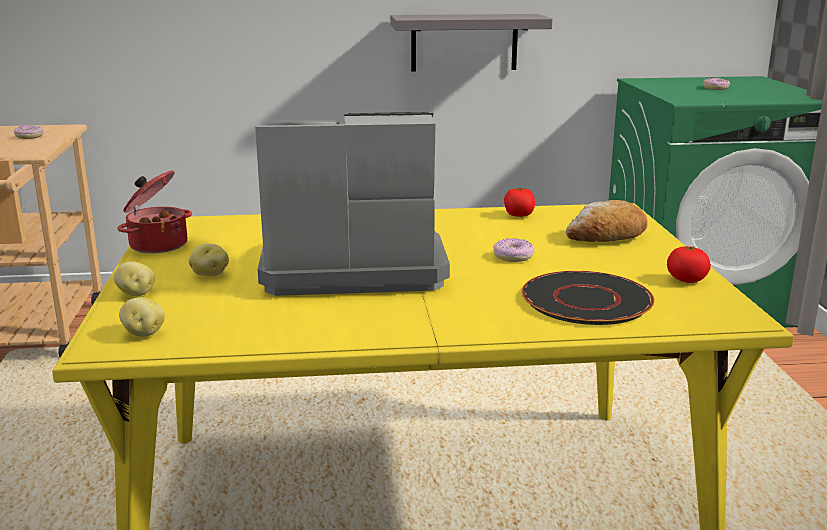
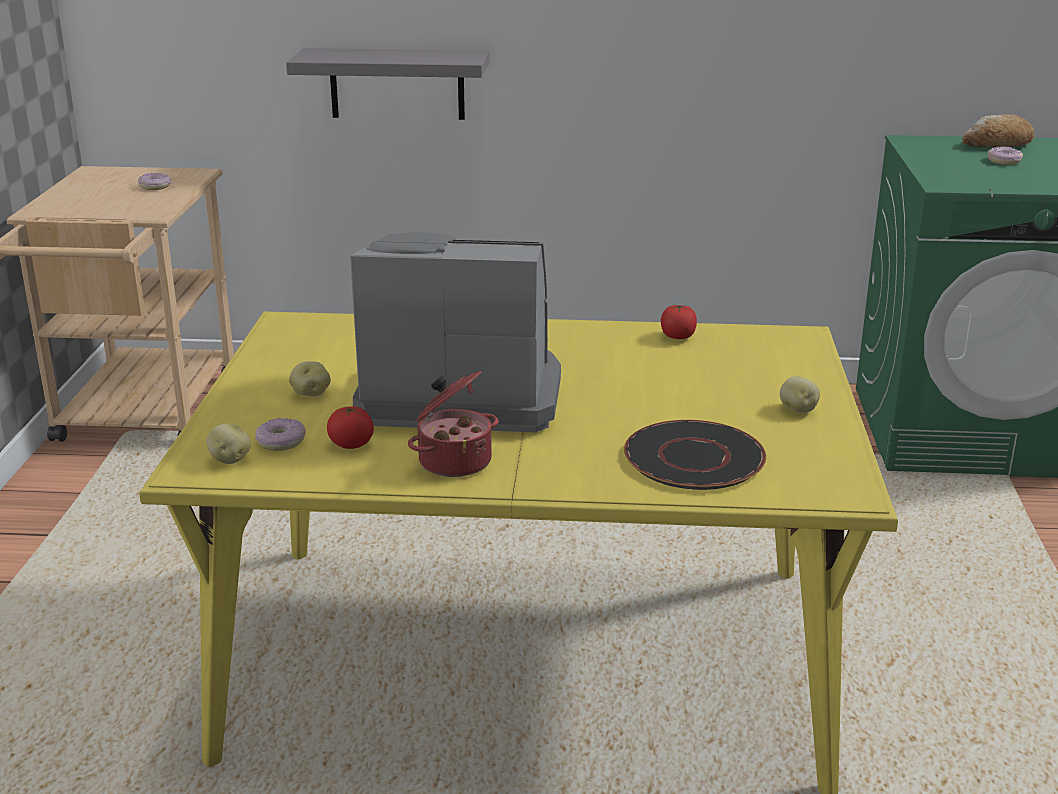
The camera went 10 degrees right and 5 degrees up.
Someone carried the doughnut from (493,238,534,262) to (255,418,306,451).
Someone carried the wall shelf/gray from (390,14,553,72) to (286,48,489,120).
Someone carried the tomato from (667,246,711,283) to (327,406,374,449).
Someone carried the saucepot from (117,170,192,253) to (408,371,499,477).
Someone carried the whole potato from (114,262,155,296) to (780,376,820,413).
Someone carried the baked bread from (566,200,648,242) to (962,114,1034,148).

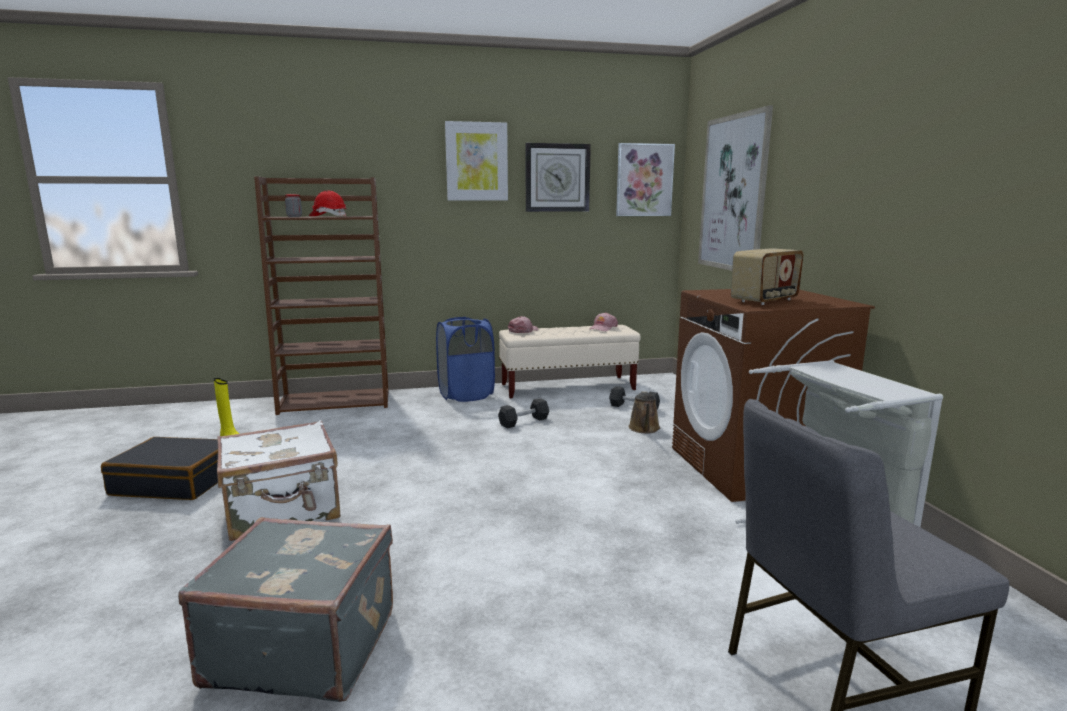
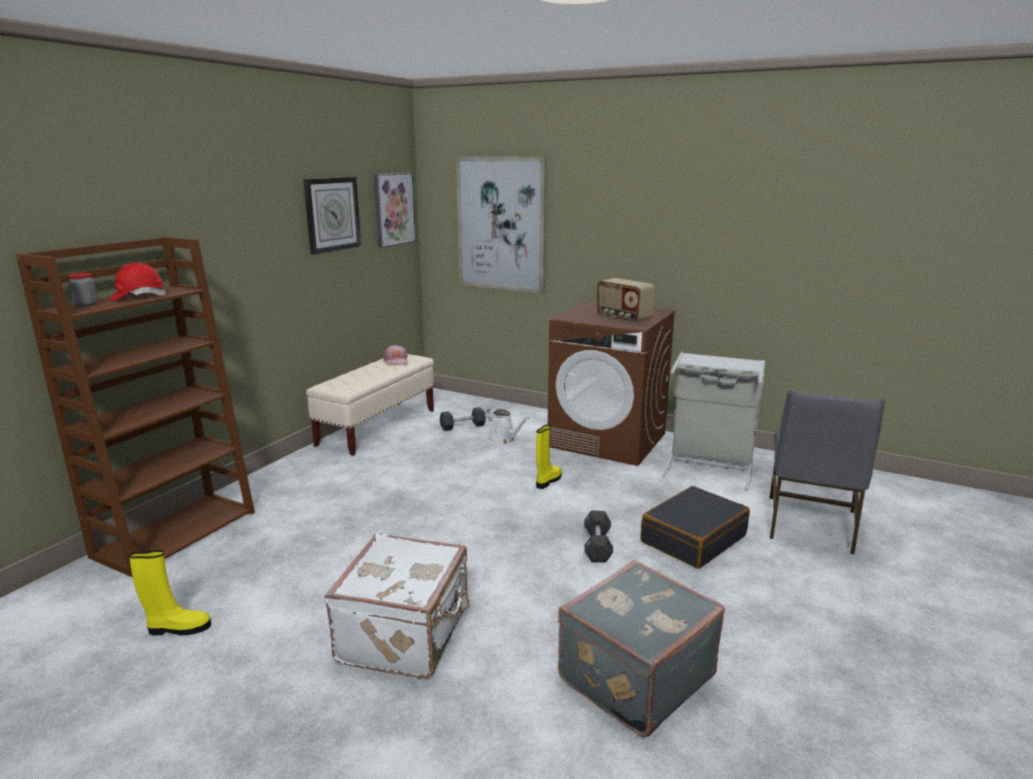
The camera went 50 degrees left and 5 degrees up.
Someone repainted the watering can/brown at (629,391,660,434), which became the watering can/white-coloured at (486,408,529,445).
Someone put down the high-top boot/yellowish at (536,425,561,489).
Someone carried the dumbbell/black-coloured from (498,398,550,428) to (584,510,613,563).
Someone rotated the radio set at (731,248,804,305) by 135 degrees clockwise.
Someone carried the travel case/black-coloured from (101,437,218,500) to (641,486,750,569).
Someone took away the washing basket/blue at (436,317,495,402).
Someone took away the picture at (445,121,508,201).
Someone took away the cap/pink-coloured at (508,316,538,333).

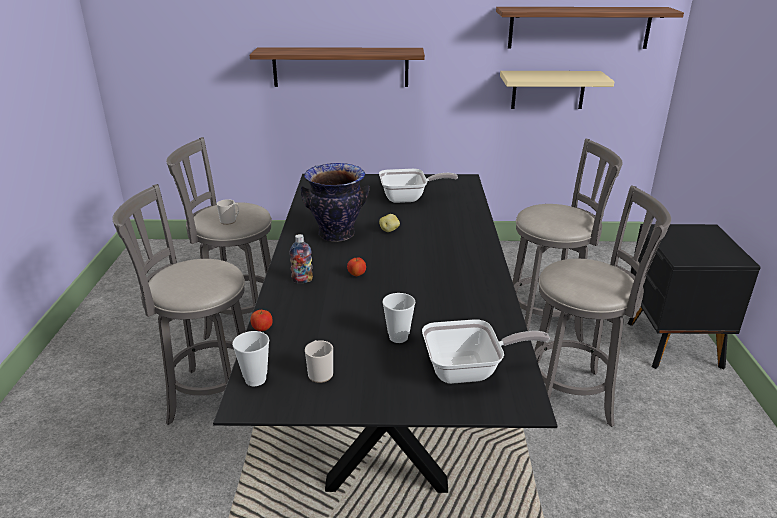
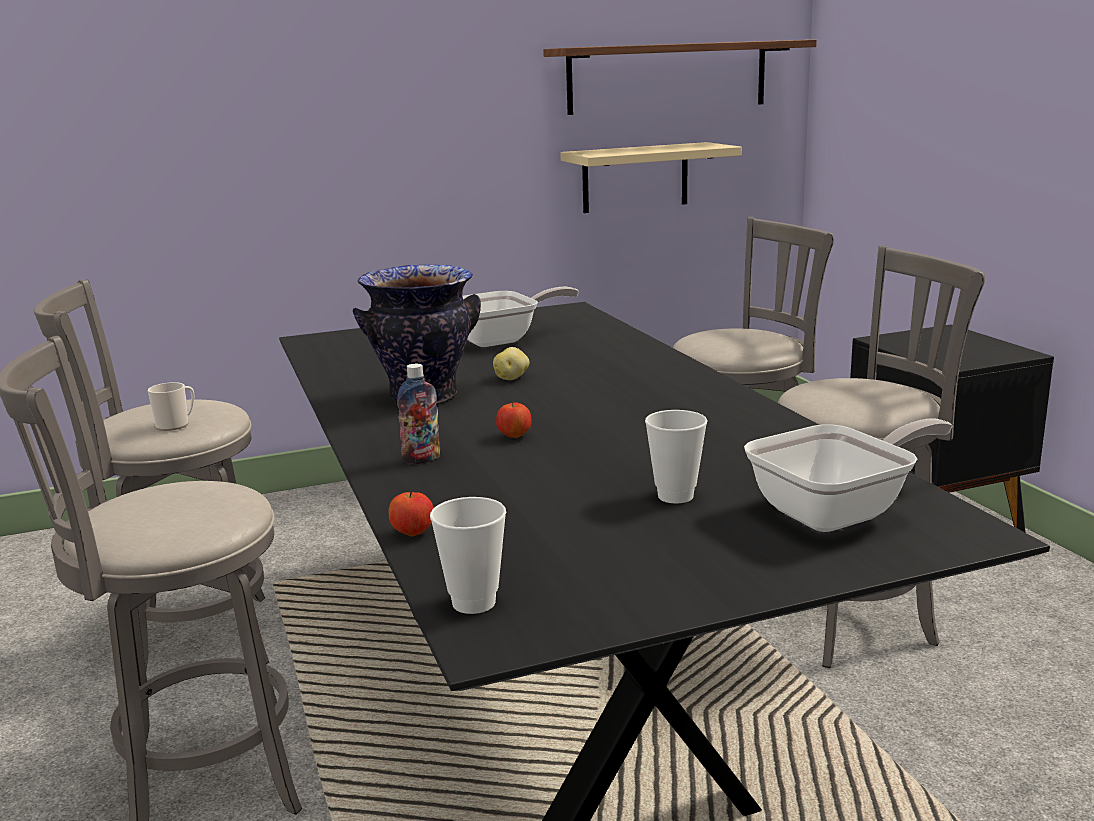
The camera went 20 degrees left and 10 degrees down.
Someone took away the wall shelf at (249,47,425,87).
Someone took away the tea mug at (305,340,333,383).

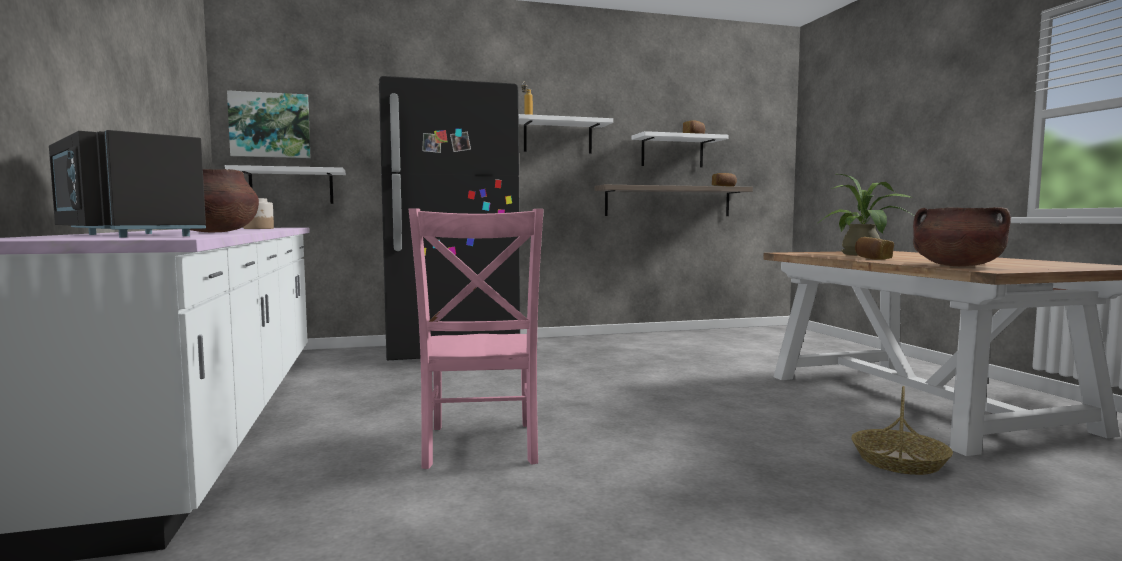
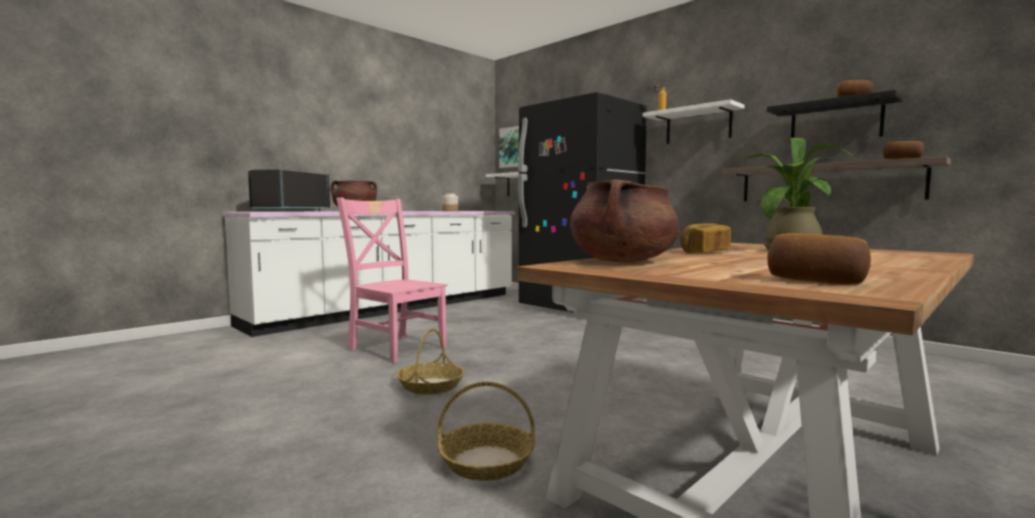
The camera went 60 degrees right and 0 degrees up.
Someone rotated the plain chair/pink-coloured at (409,208,544,469) by 75 degrees clockwise.
Someone put down the storage basket at (396,328,465,394).
Someone repainted the wall shelf/white-coloured at (631,131,728,167), which became the wall shelf/black-coloured at (767,90,903,138).
Someone put down the baked bread at (767,233,871,285).

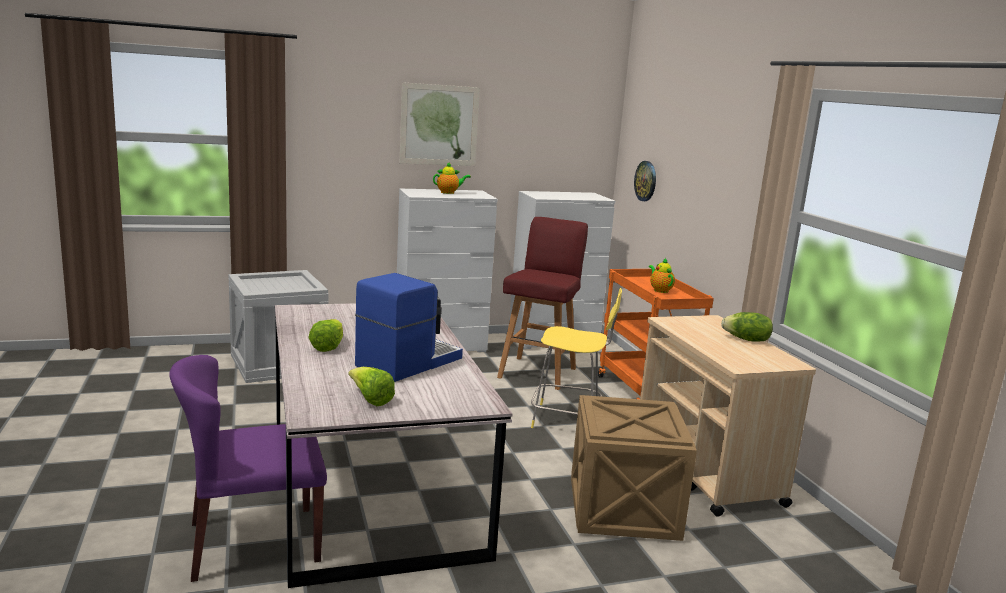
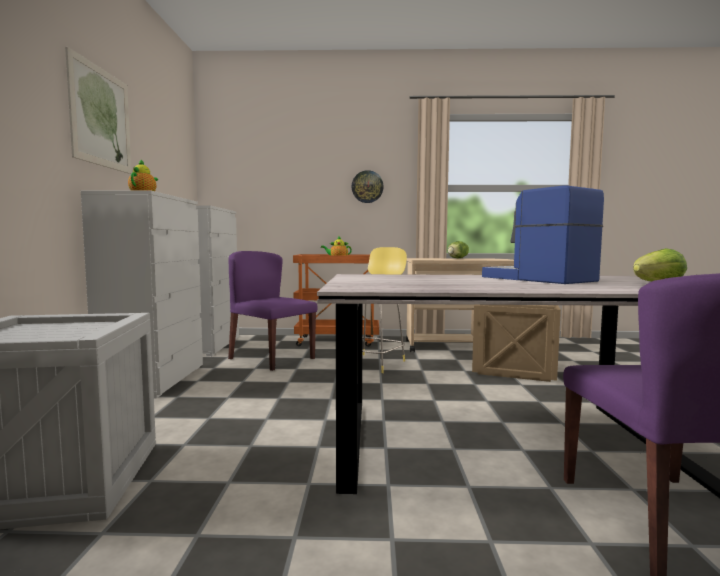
The camera went 70 degrees left and 10 degrees down.
Someone swapped the stool seat/red at (497,217,588,390) for the plain chair/purplish at (228,251,318,371).
Someone carried the hanging clock from (634,161,656,201) to (352,170,384,203).
Someone took away the lettuce at (308,319,343,352).

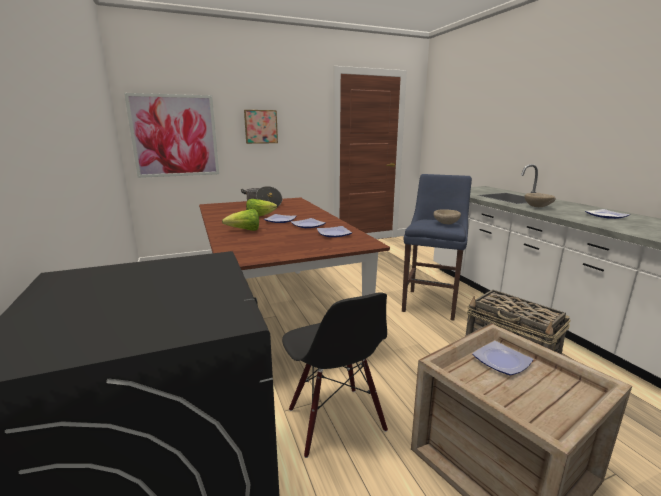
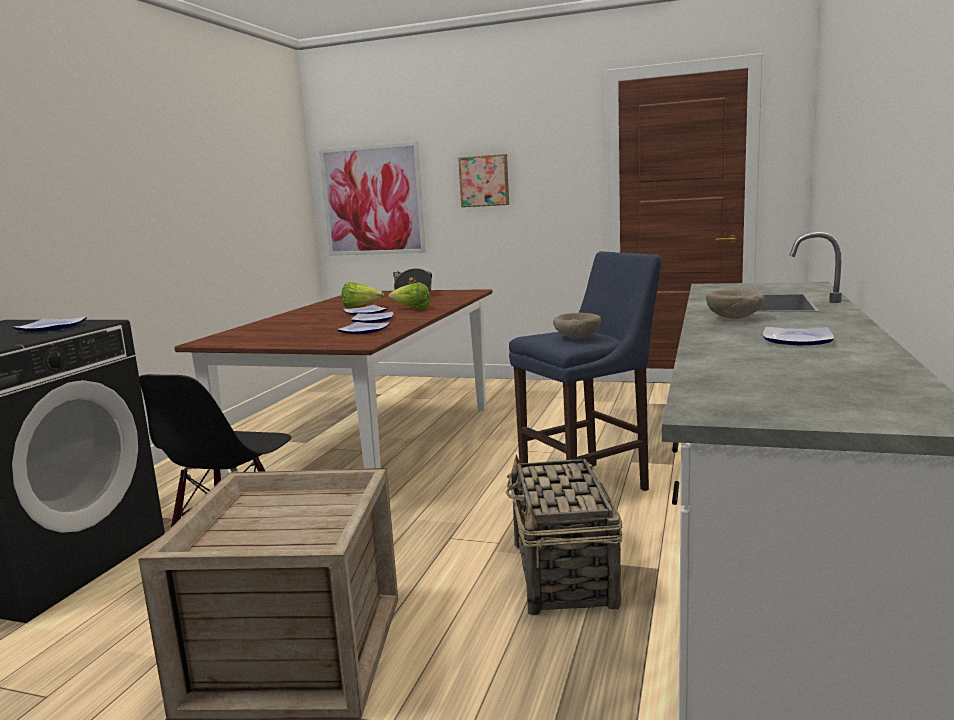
The camera went 40 degrees right and 5 degrees down.
Someone carried the dinner plate from (472,341,534,376) to (13,317,87,332).
Someone carried the lettuce from (222,209,259,231) to (388,282,430,310).

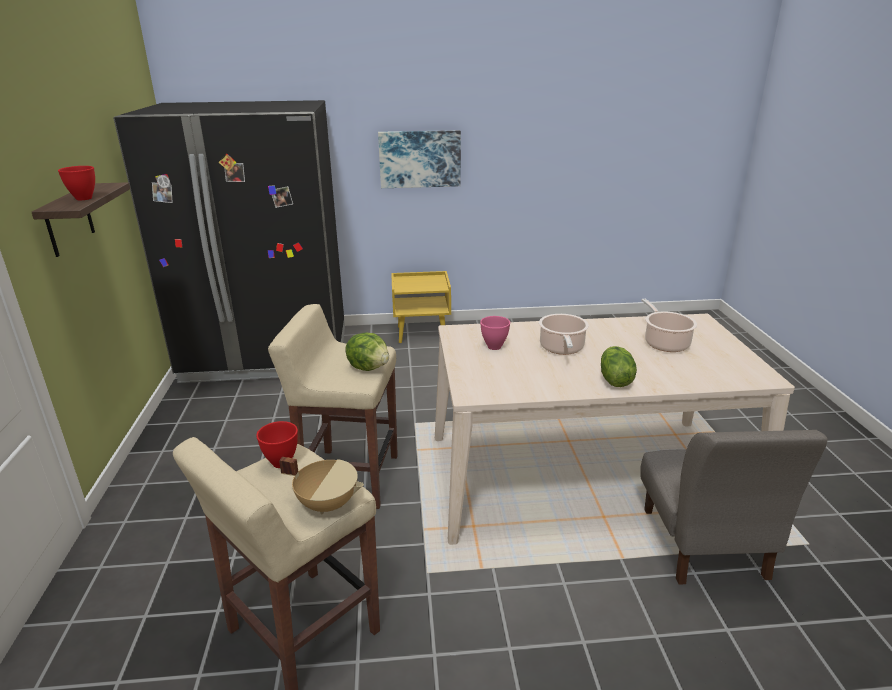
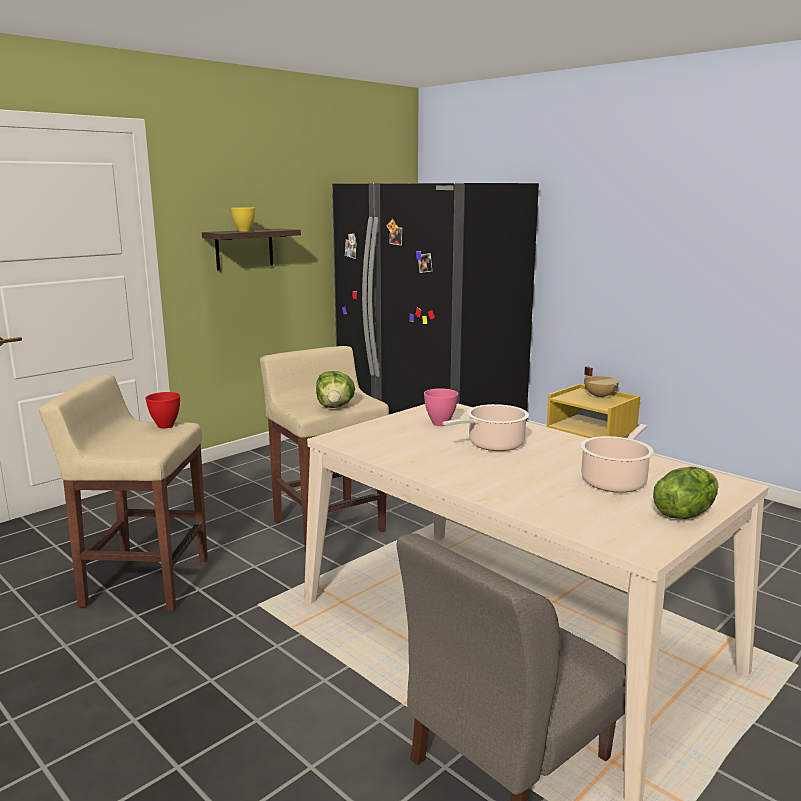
The camera went 50 degrees right and 10 degrees down.
Someone repainted the bowl/red at (58,166,95,200), which became the bowl/yellowish at (231,207,256,232).
Someone carried the saucepot/sand-coloured from (279,457,364,515) to (584,366,619,399).
Someone carried the lettuce from (601,346,637,387) to (653,467,718,519).
Someone took away the picture at (378,130,461,188).

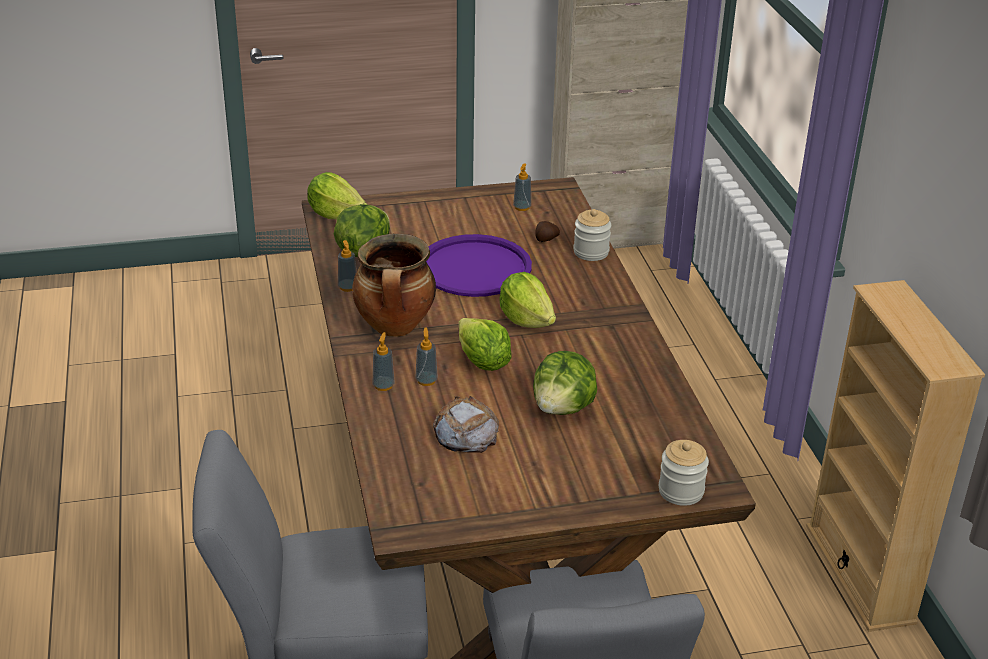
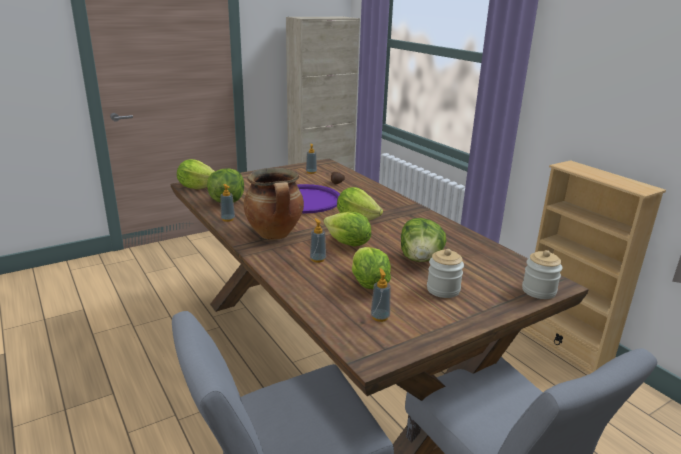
The camera went 20 degrees left and 10 degrees down.
Someone swapped the baked bread at (433,396,499,453) for the lettuce at (352,247,391,289).
Someone carried the liquid soap bottle from (373,332,394,391) to (371,268,391,322).
Someone carried the storage jar from (573,209,611,261) to (427,249,464,298).

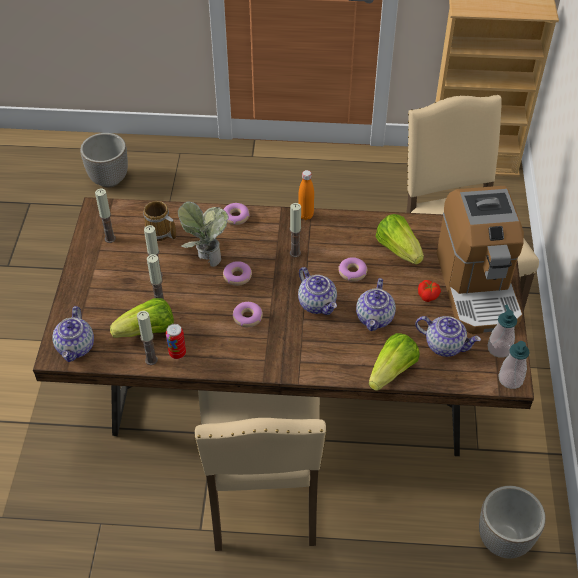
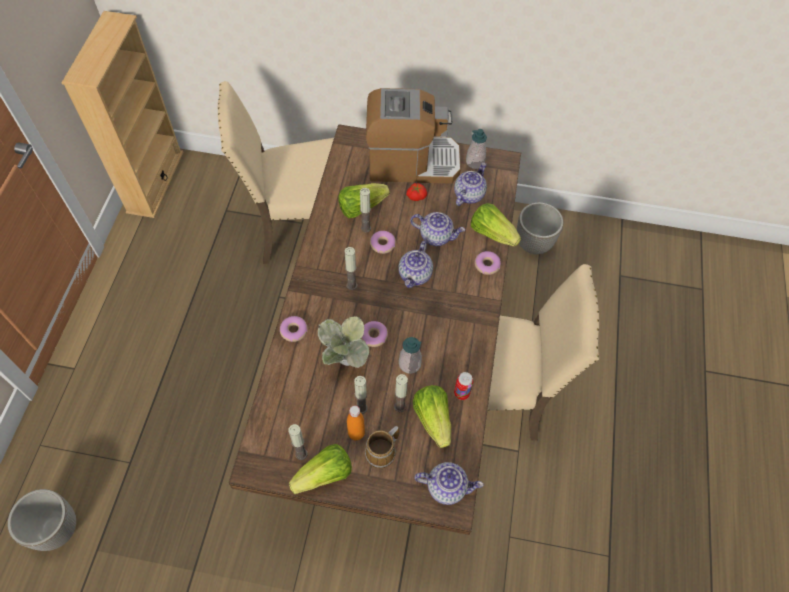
The camera went 85 degrees left and 10 degrees up.
Someone put down the lettuce at (289,444,352,494).
Someone carried the bottle/orange-coloured from (298,170,314,220) to (347,405,365,441).
Someone carried the wax light from (137,311,158,365) to (360,188,371,233).
Someone carried the tea mug from (143,201,176,241) to (365,426,399,469).
Someone rotated the teapot at (298,267,337,315) by 135 degrees clockwise.
Someone carried the liquid soap bottle from (498,341,529,389) to (399,337,422,374).
Someone carried the doughnut from (233,302,263,327) to (475,251,501,275).

